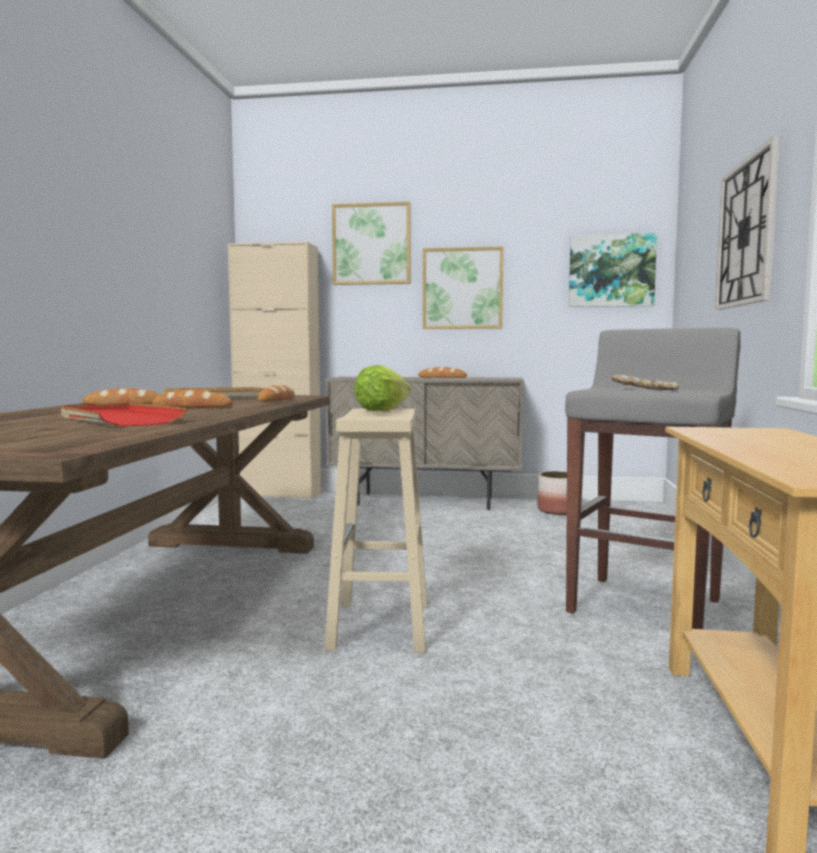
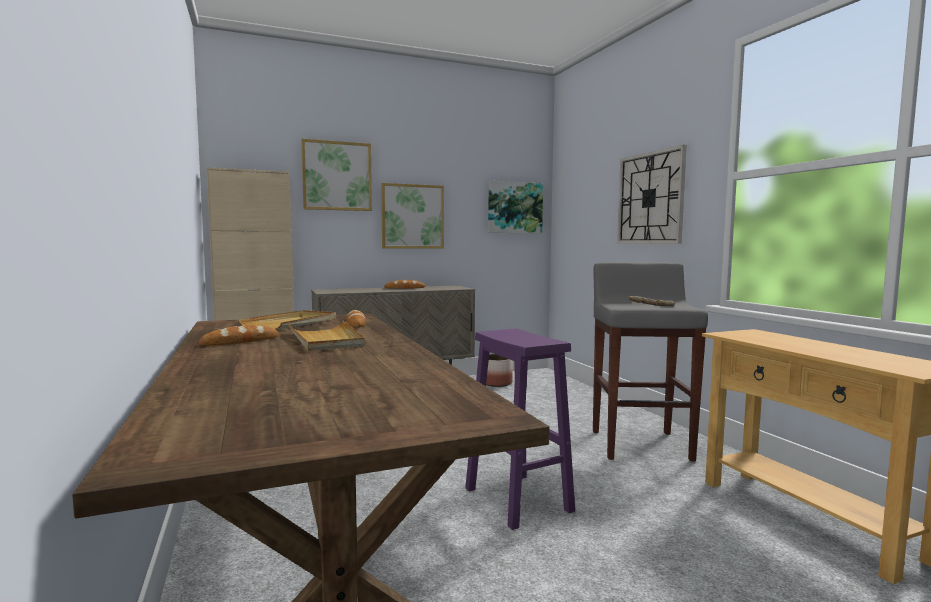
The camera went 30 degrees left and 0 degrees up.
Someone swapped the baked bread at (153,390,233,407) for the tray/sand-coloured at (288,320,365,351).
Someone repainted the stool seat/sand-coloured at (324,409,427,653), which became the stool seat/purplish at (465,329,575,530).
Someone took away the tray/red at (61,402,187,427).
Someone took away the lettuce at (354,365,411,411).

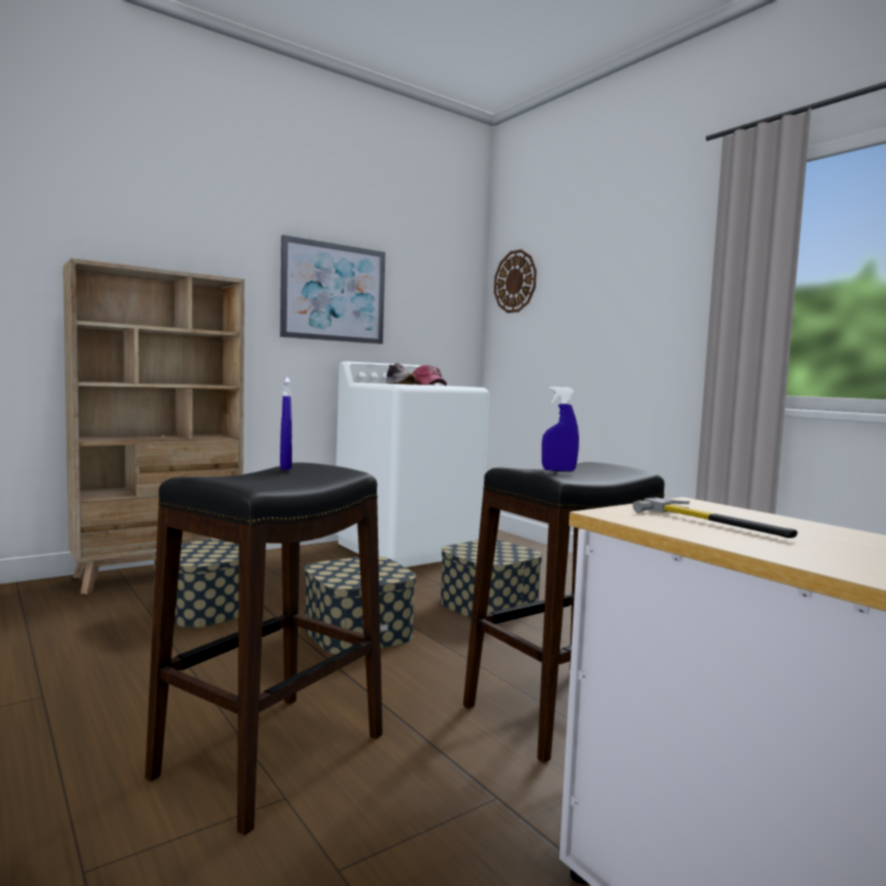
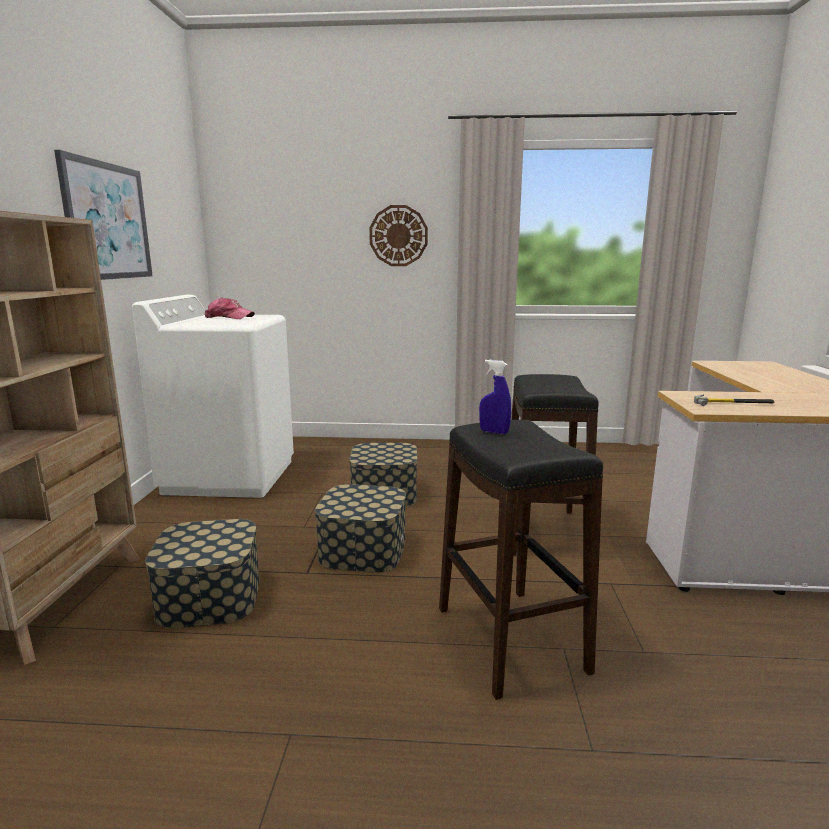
The camera went 50 degrees left and 10 degrees up.
Someone carried the hanging clock from (494,249,537,313) to (369,205,428,266).
Someone took away the item of footwear at (386,363,416,385).
Someone took away the spray bottle/blue at (542,386,579,471).

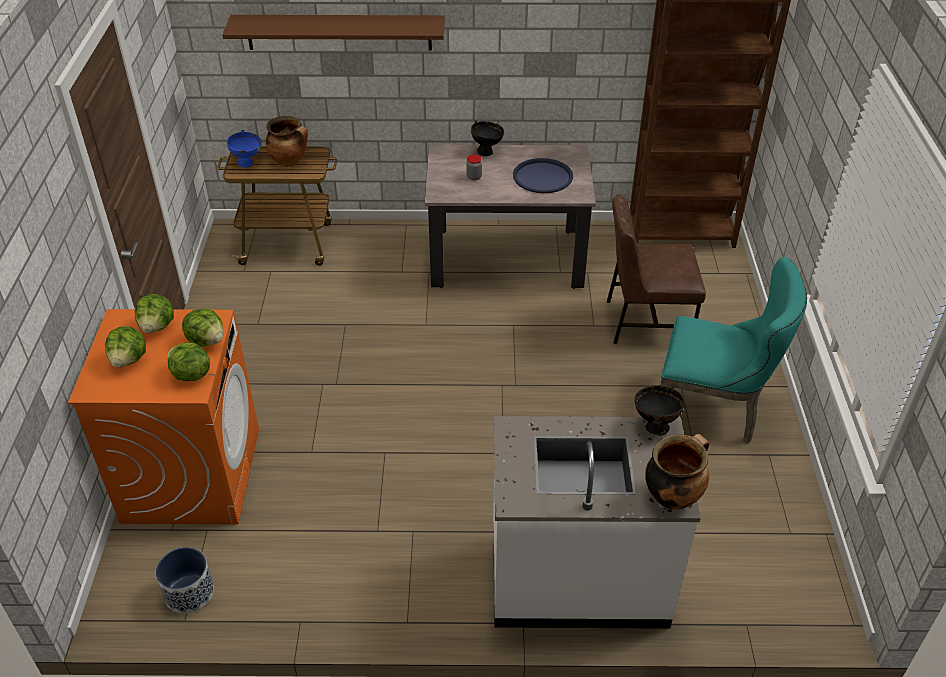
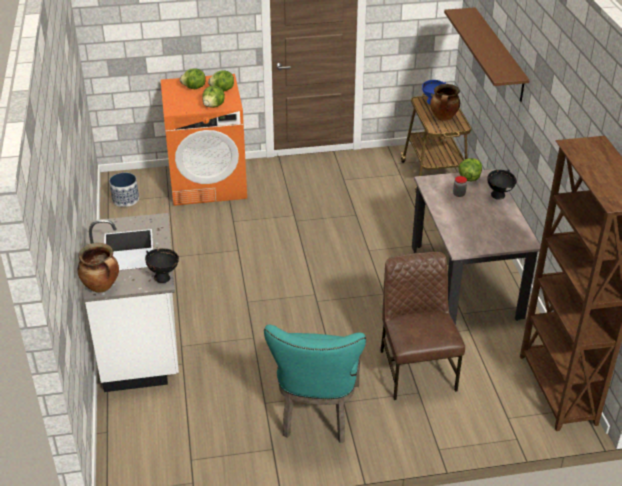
The camera went 80 degrees right and 5 degrees down.
Someone carried the lettuce from (167,342,210,381) to (458,158,482,181).
Someone took away the tray/blue at (513,158,573,193).

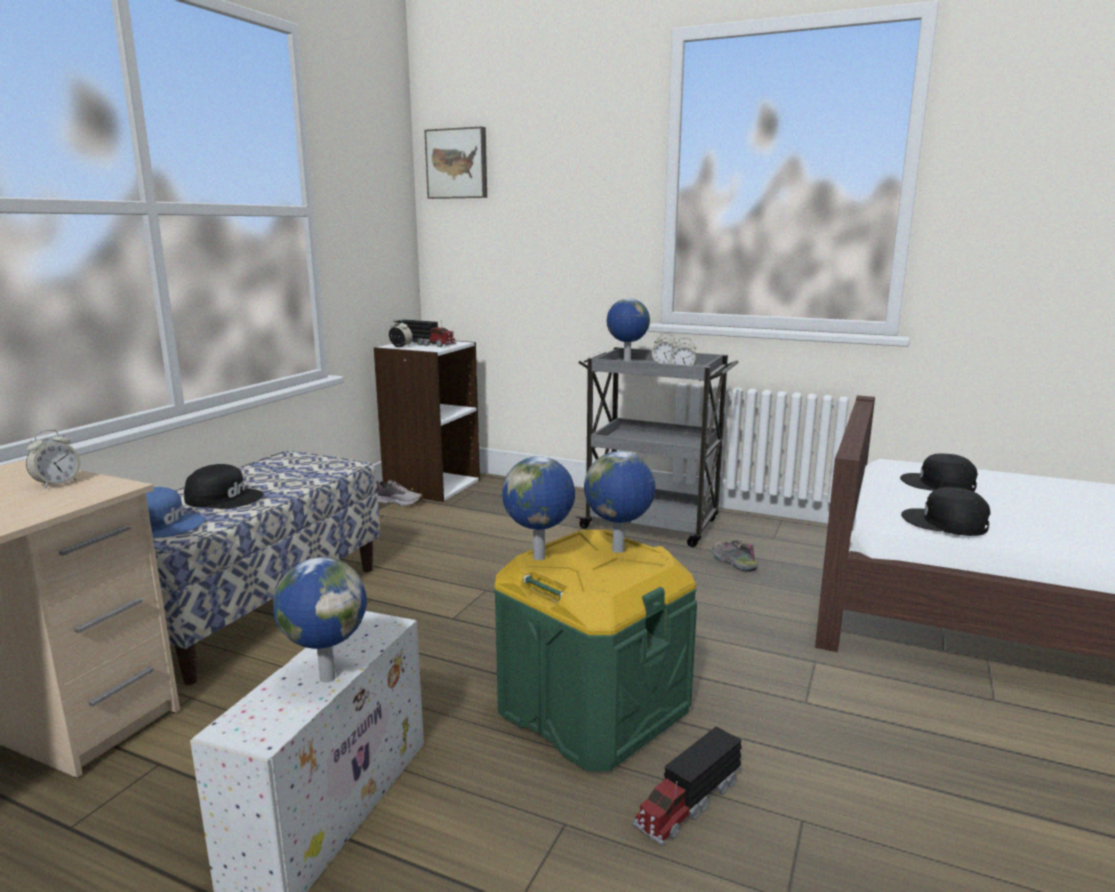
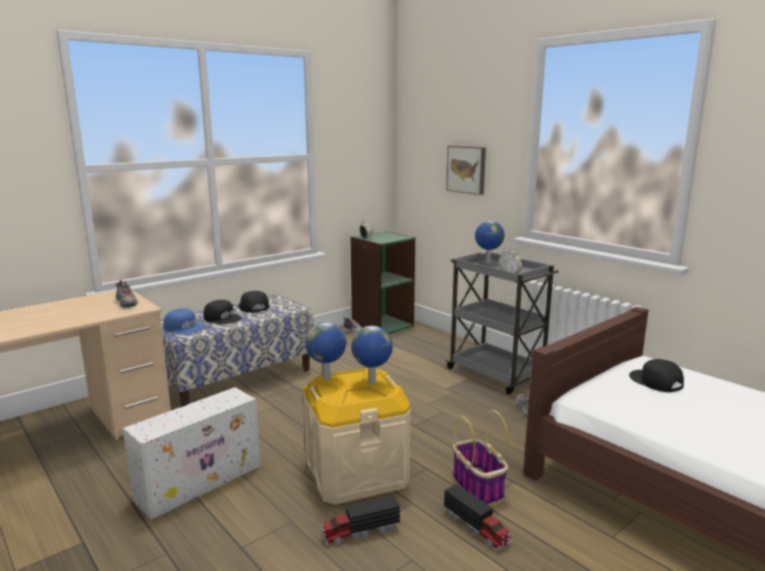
The camera went 25 degrees right and 0 degrees up.
Someone swapped the bedside clock at (26,430,80,489) for the item of footwear at (116,280,138,307).
Someone carried the cap/black-coloured from (901,487,990,536) to (237,291,269,313).
Someone repainted the storage box/green-coloured at (494,529,697,772), which became the storage box/sand-coloured at (303,368,411,505).
Someone repainted the bookcase/white-coloured at (374,341,480,502), which became the bookcase/green-coloured at (350,231,415,334).
Someone carried the toy lorry from (395,319,456,347) to (443,484,512,552).
Someone carried the picture from (425,126,487,199) to (446,146,486,195).
Someone put down the storage basket at (453,410,508,505).
Someone took away the globe at (273,557,367,682).

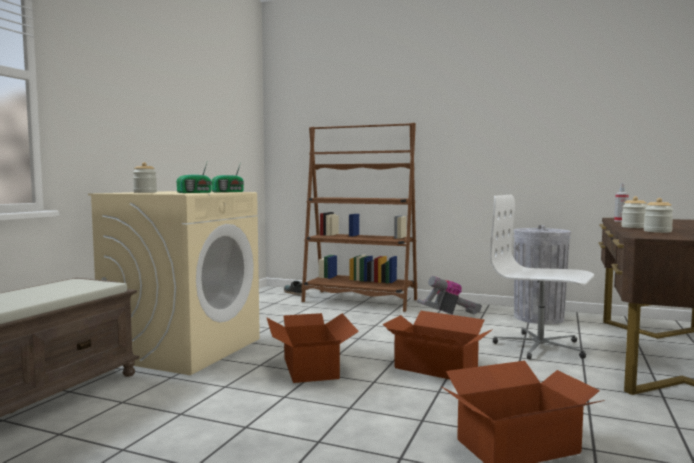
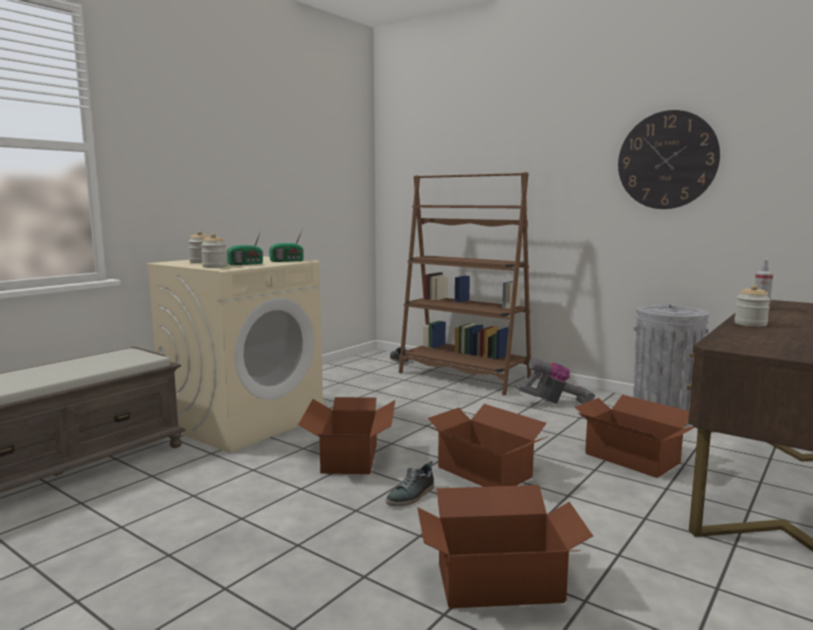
The camera went 15 degrees right and 5 degrees up.
Someone carried the storage jar from (644,198,674,233) to (201,233,228,268).
Someone put down the item of footwear at (386,461,434,506).
Someone swapped the desk chair/white-coloured at (490,195,594,360) for the packing box at (575,395,695,478).
Someone put up the hanging clock at (618,110,720,209).

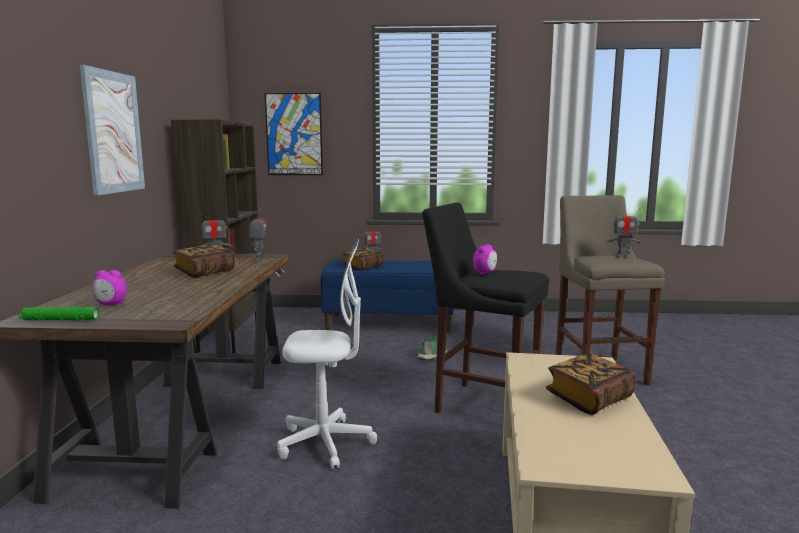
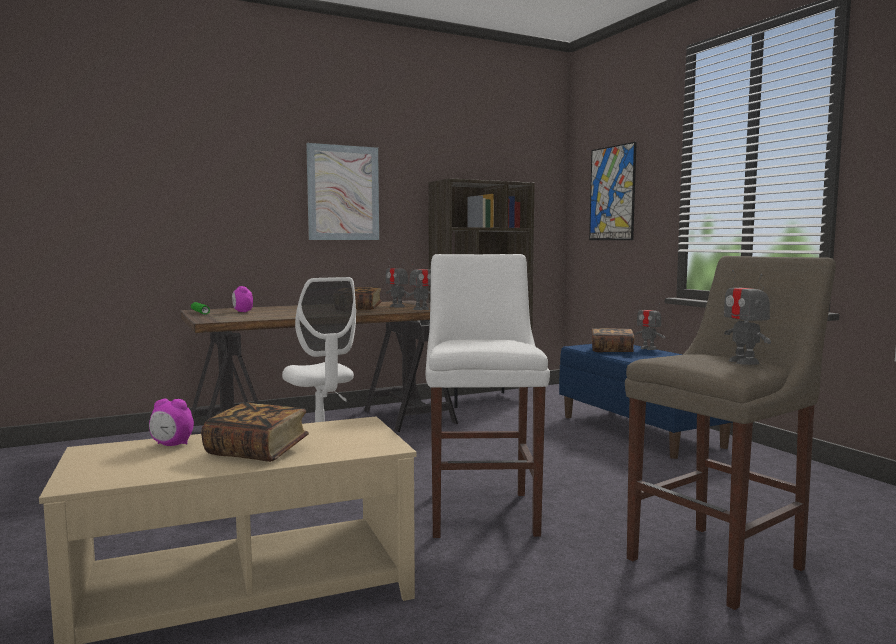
The camera went 60 degrees right and 5 degrees down.
Someone carried the bedside clock from (473,244,497,275) to (149,399,194,446).
Someone repainted the stool seat/black-coloured at (422,202,549,413), which became the stool seat/white-coloured at (426,254,550,538).
Someone took away the item of footwear/green-coloured at (417,335,448,360).

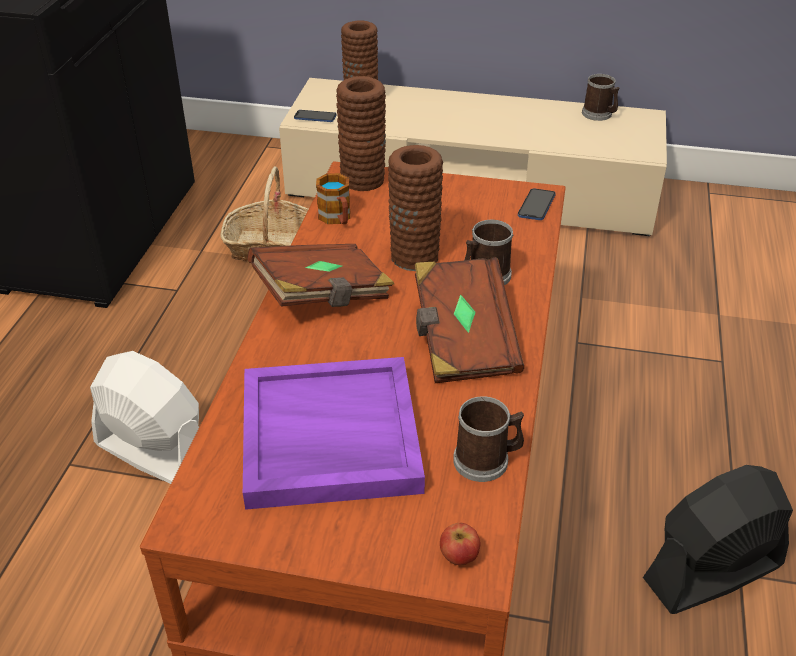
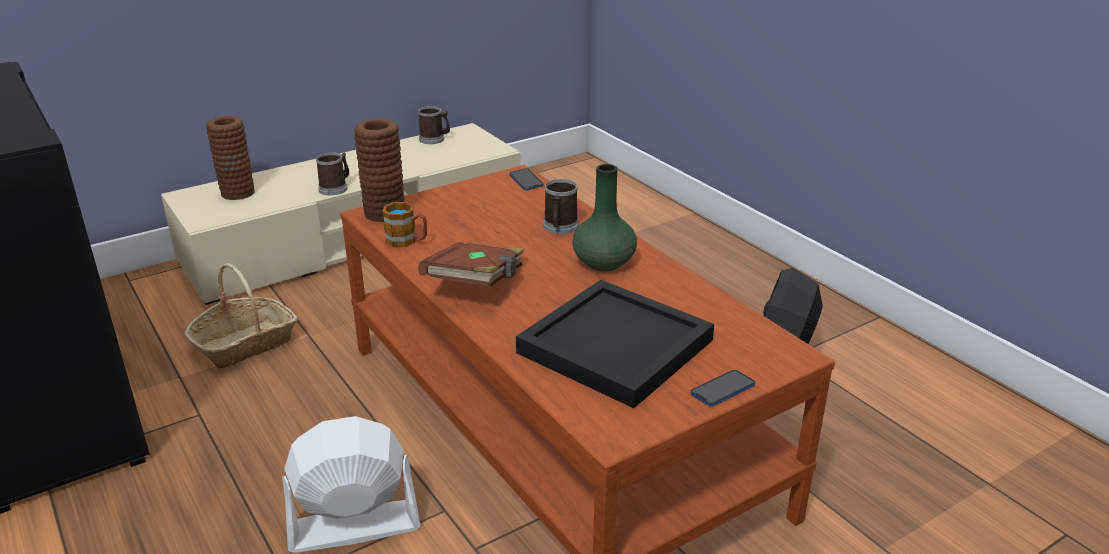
The camera went 45 degrees left and 10 degrees down.
Someone carried the tea mug from (453,396,524,482) to (316,152,349,196).
Someone repainted the tray/purplish at (243,357,425,510), which became the tray/black-coloured at (516,280,714,408).
Someone swapped the volume/brown at (415,257,524,383) for the flower vase/green-coloured at (572,164,637,271).
Someone carried the telephone from (294,110,337,122) to (690,370,755,406).
Someone took away the flower vase/brown at (388,145,443,271).
Someone took away the apple at (440,523,480,565).

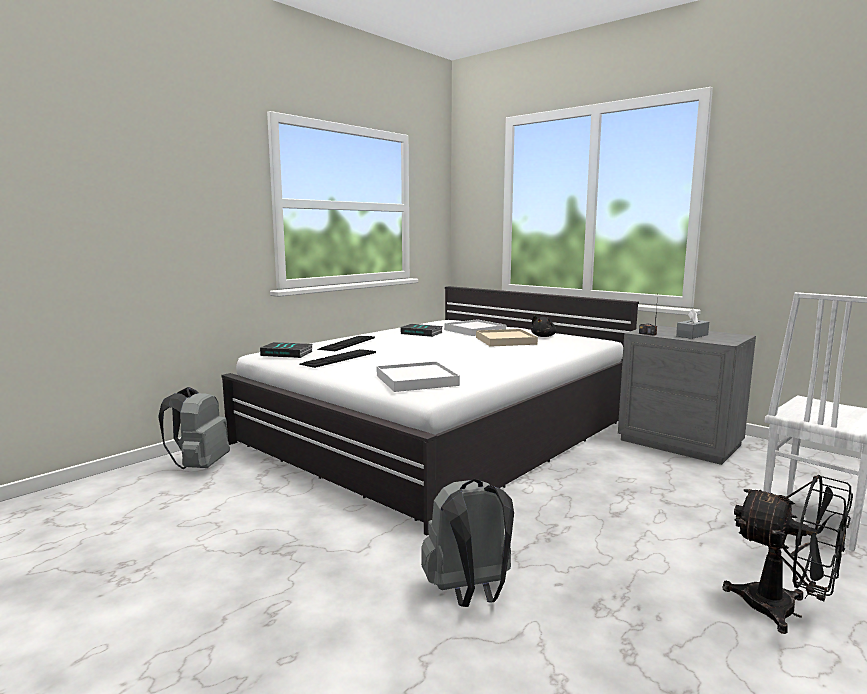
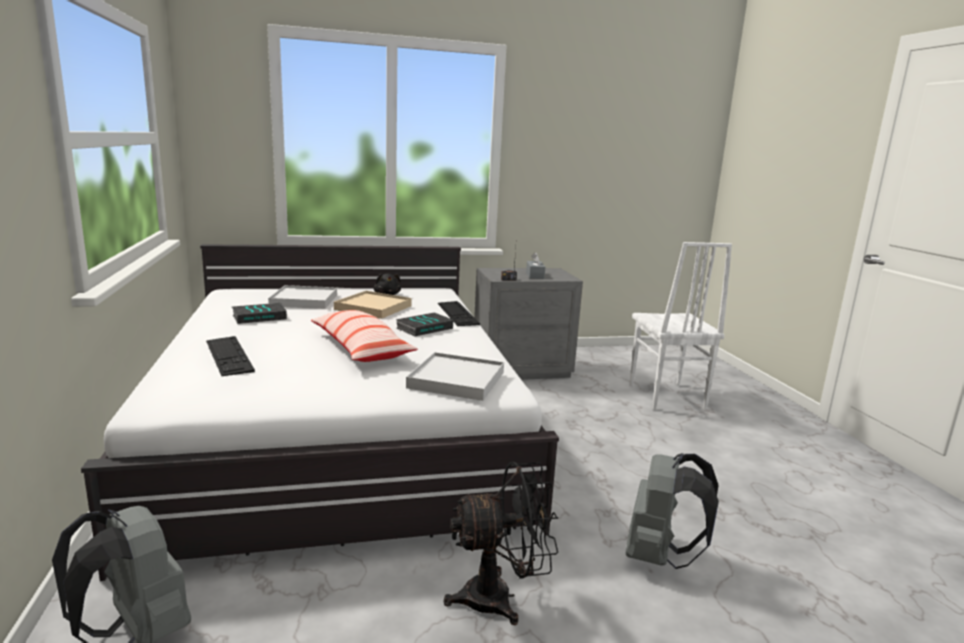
The camera went 55 degrees left and 5 degrees up.
Someone put down the throw pillow at (311,310,418,362).
Someone carried the volume from (260,342,313,358) to (396,312,453,336).
Someone carried the PC keyboard from (299,349,376,368) to (438,301,480,326).
Someone carried the cooling fan/black-coloured from (722,475,853,634) to (444,462,558,625).

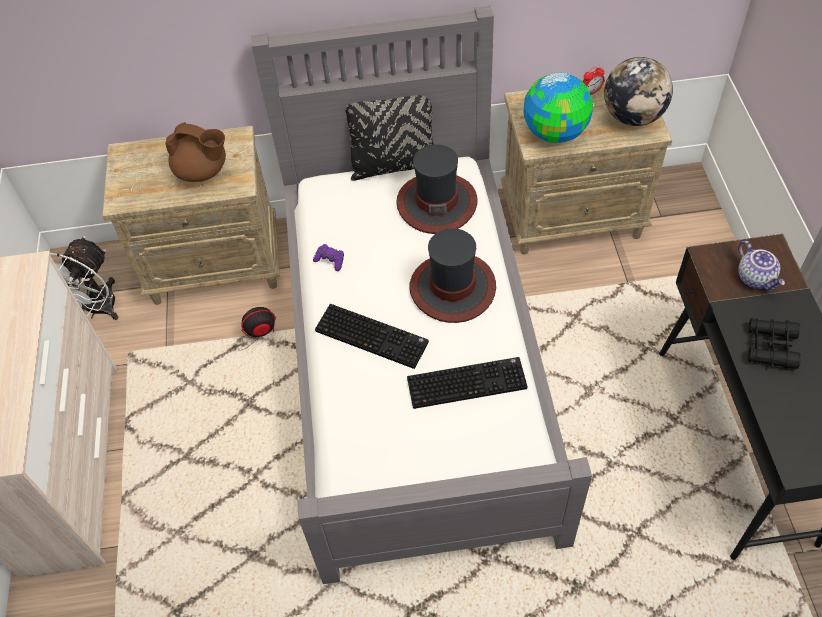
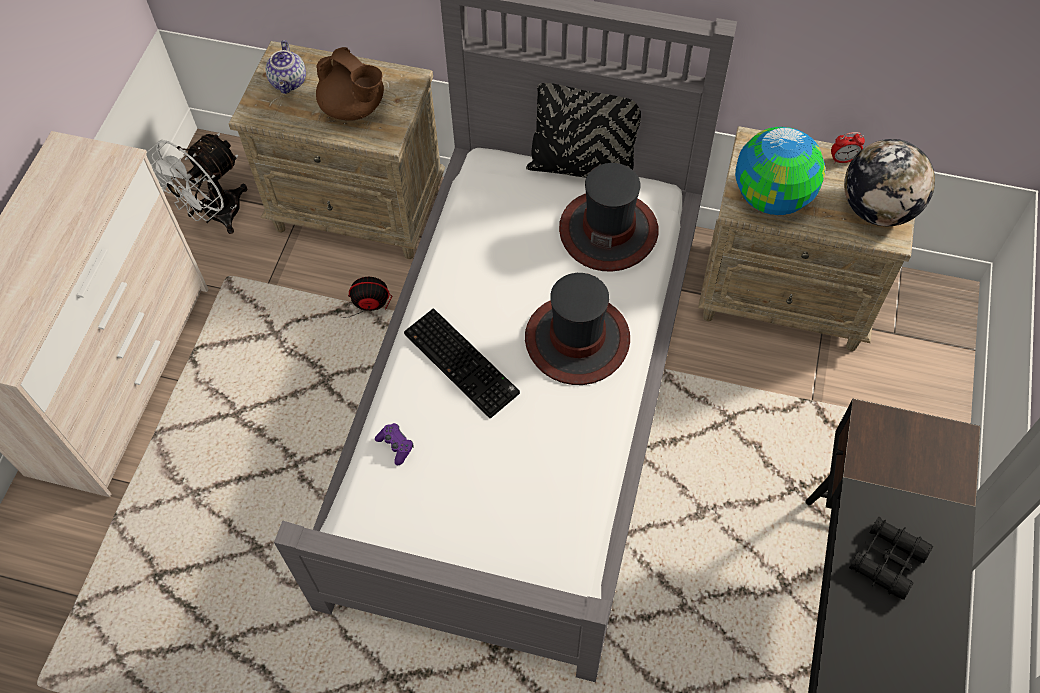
The camera went 20 degrees right and 5 degrees up.
Someone carried the teapot from (738,241,785,291) to (266,40,306,94).
Someone carried the gamepad/purplish from (313,244,344,271) to (375,423,414,465).
Someone took away the PC keyboard at (407,357,528,409).

